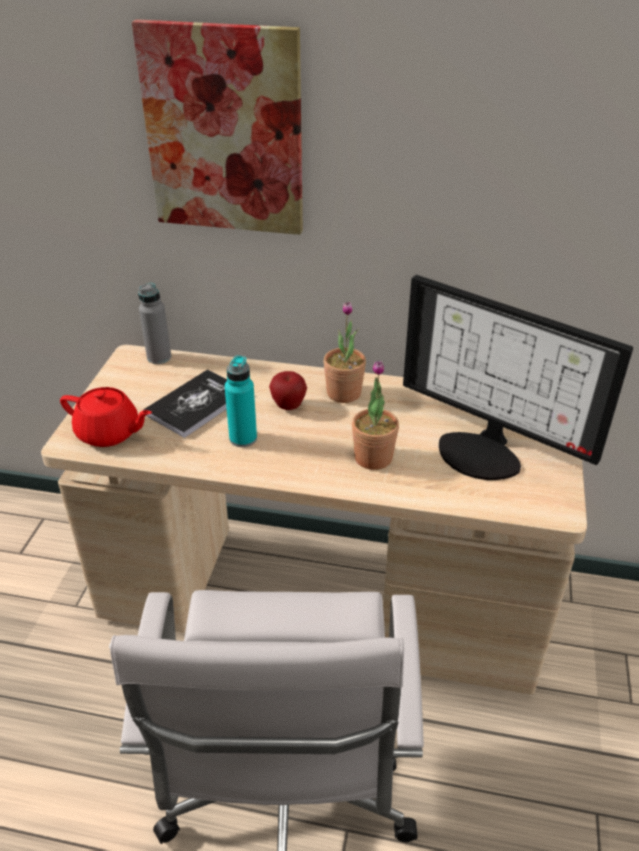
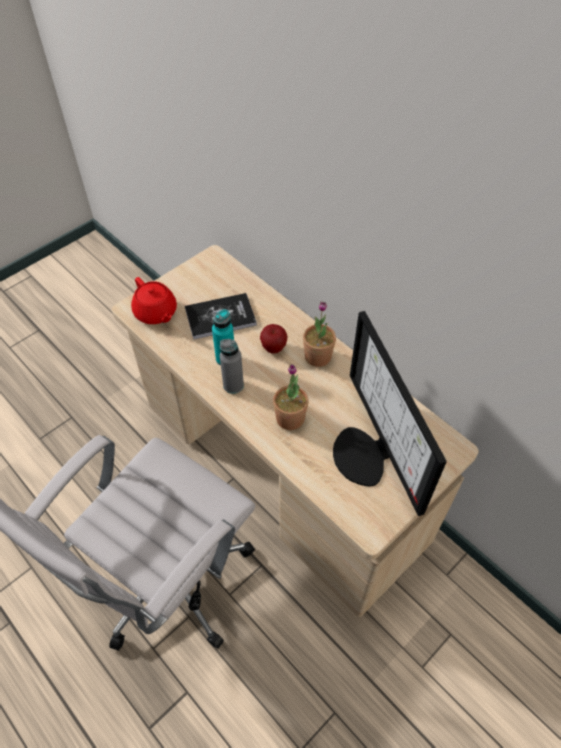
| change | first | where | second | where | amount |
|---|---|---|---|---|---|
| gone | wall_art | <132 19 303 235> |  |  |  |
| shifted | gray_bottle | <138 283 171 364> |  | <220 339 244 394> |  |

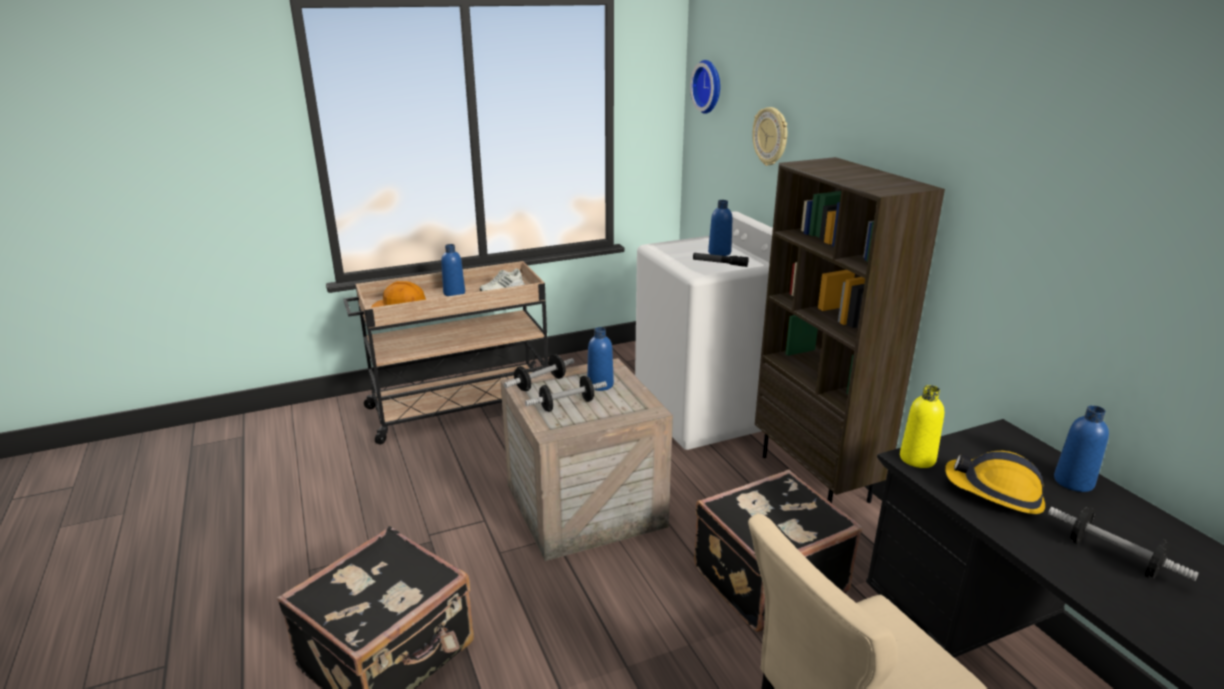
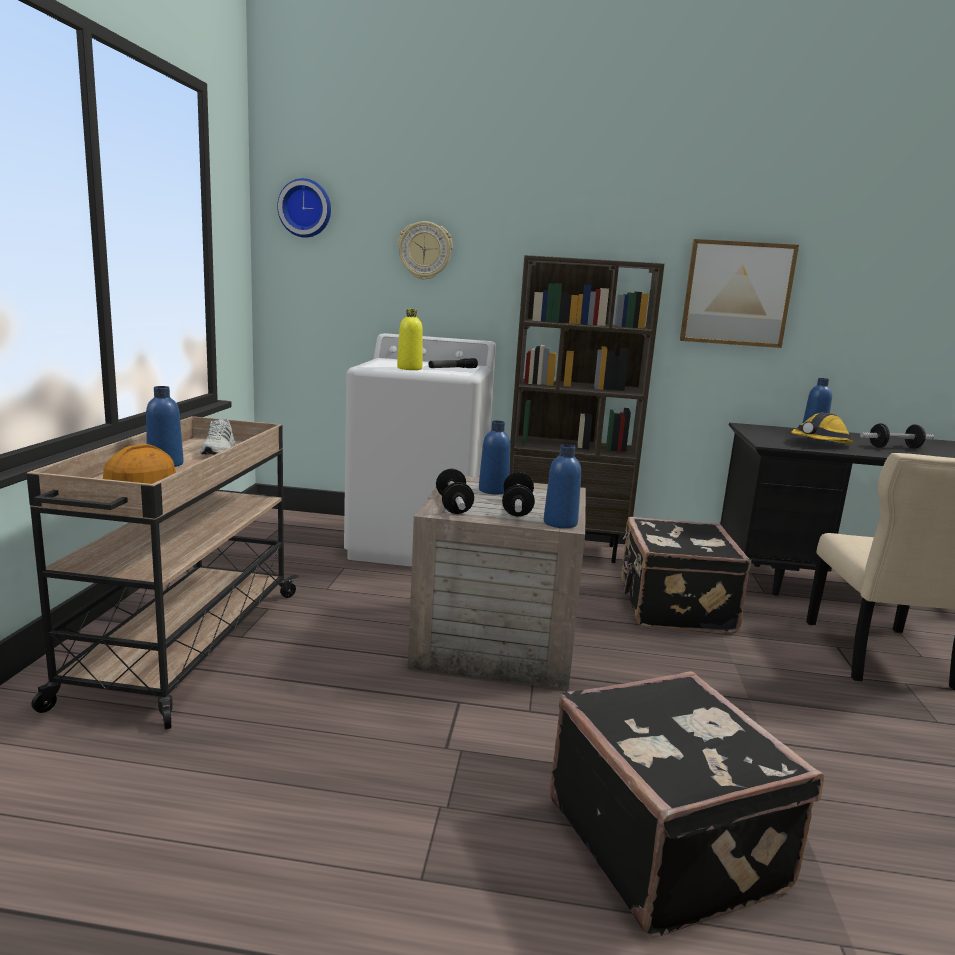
| change | first | where | second | where | amount |
|---|---|---|---|---|---|
| shifted | blue-coloured_bottle | <708 200 732 256> |  | <544 444 581 528> |  |
| shifted | yellowish_bottle | <900 385 944 468> |  | <397 309 423 370> |  |
| new |  |  | wall_art | <680 239 799 348> |  |

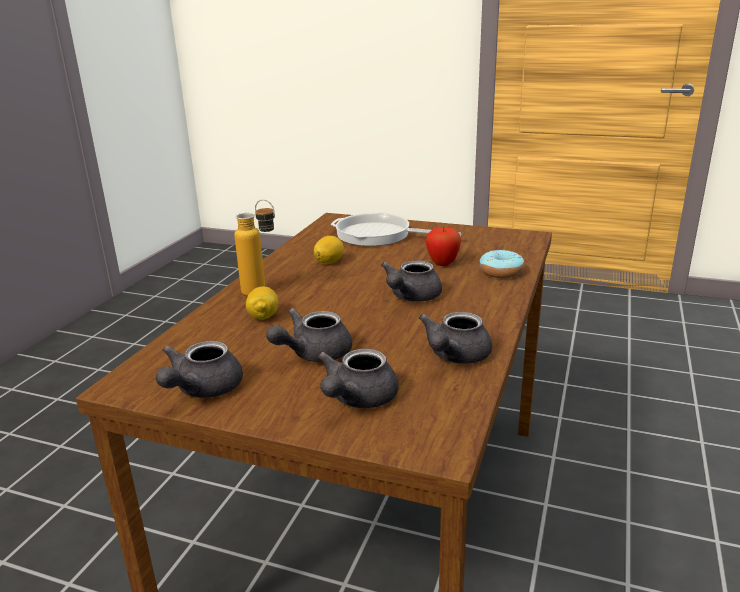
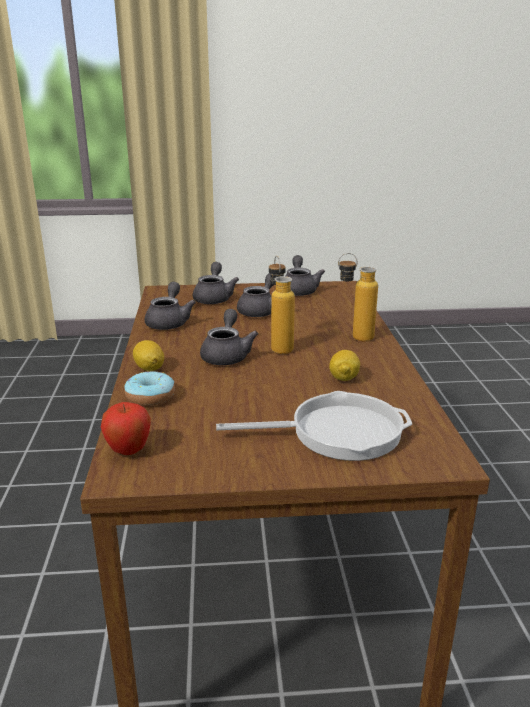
| change | first | where | second | where | amount |
|---|---|---|---|---|---|
| shifted | apple_fruit | <425 227 462 266> |  | <101 402 151 455> |  |
| shifted | lemon | <246 287 278 320> |  | <133 340 164 371> |  |
| new |  |  | bottle | <269 256 295 354> |  |

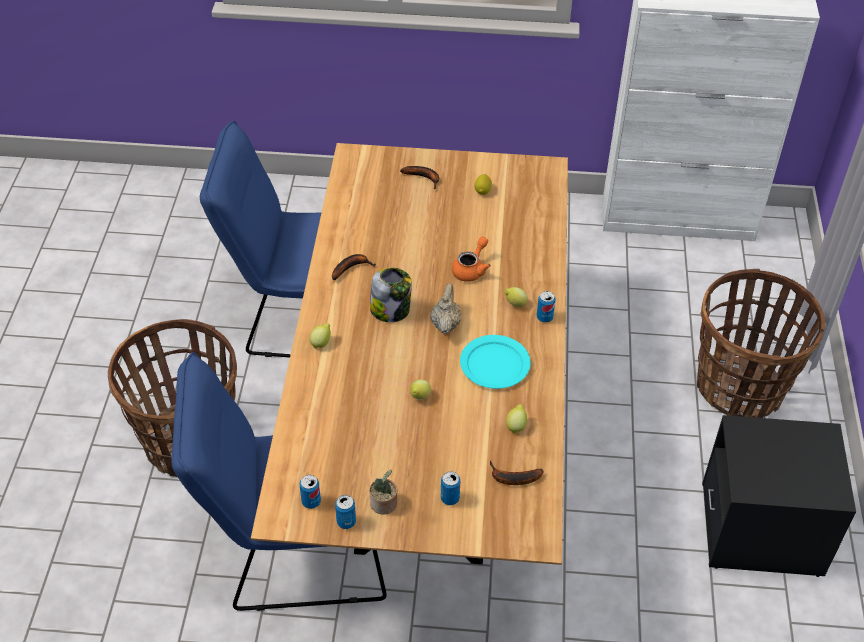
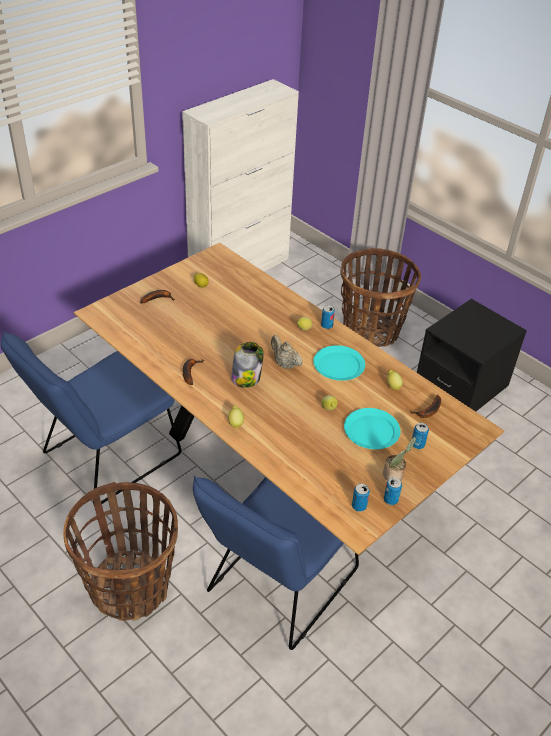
| change | first | where | second | where | amount |
|---|---|---|---|---|---|
| gone | orange-coloured_teapot | <452 237 491 282> |  |  |  |
| new |  |  | blue-green_plate | <344 408 401 449> |  |

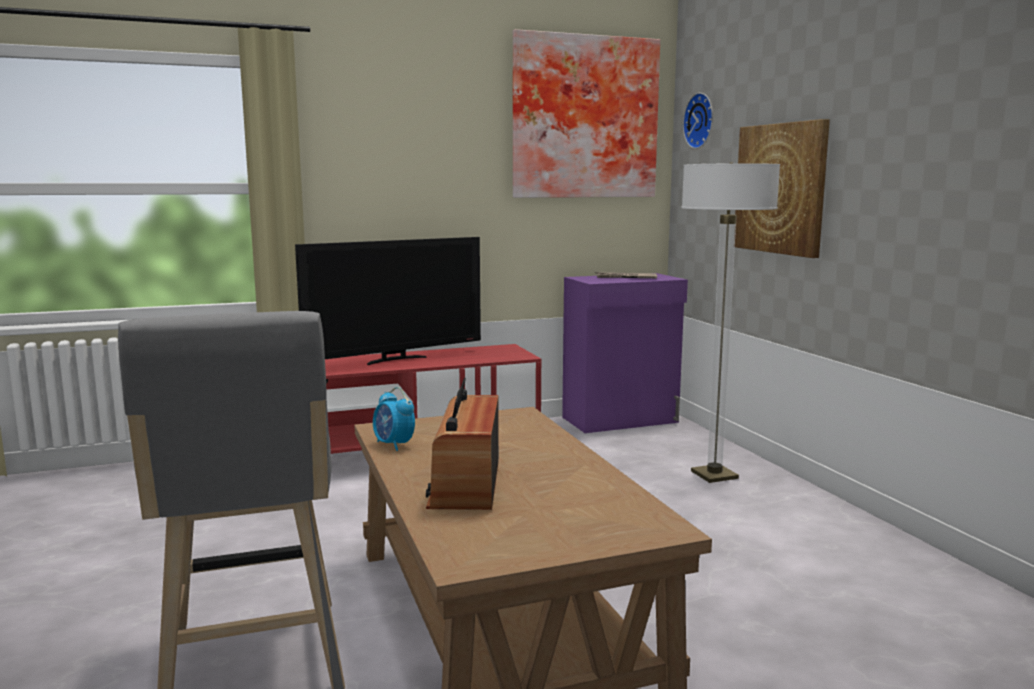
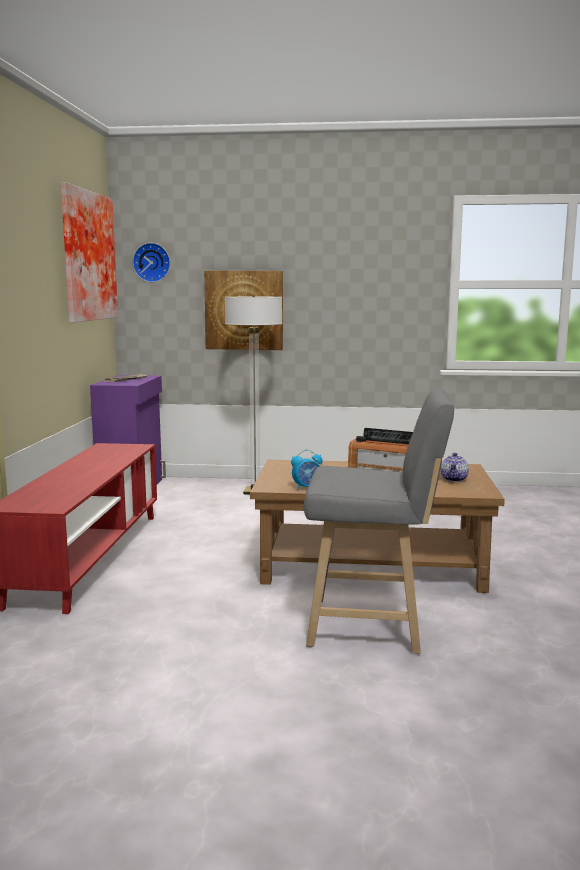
| change | first | where | second | where | amount |
|---|---|---|---|---|---|
| gone | TV_set | <295 237 481 365> |  |  |  |
| new |  |  | teapot | <440 453 469 482> |  |

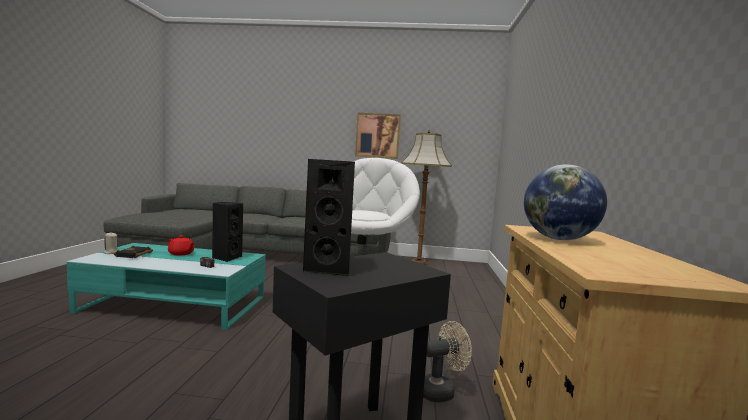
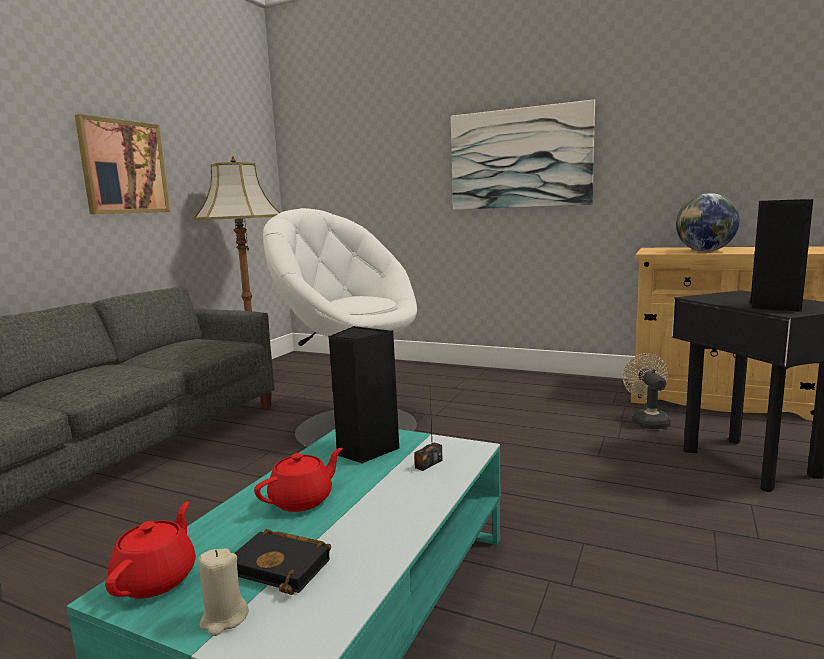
| change | first | where | second | where | amount |
|---|---|---|---|---|---|
| new |  |  | wall_art | <451 100 595 210> |  |
| new |  |  | red_teapot | <105 502 196 598> |  |

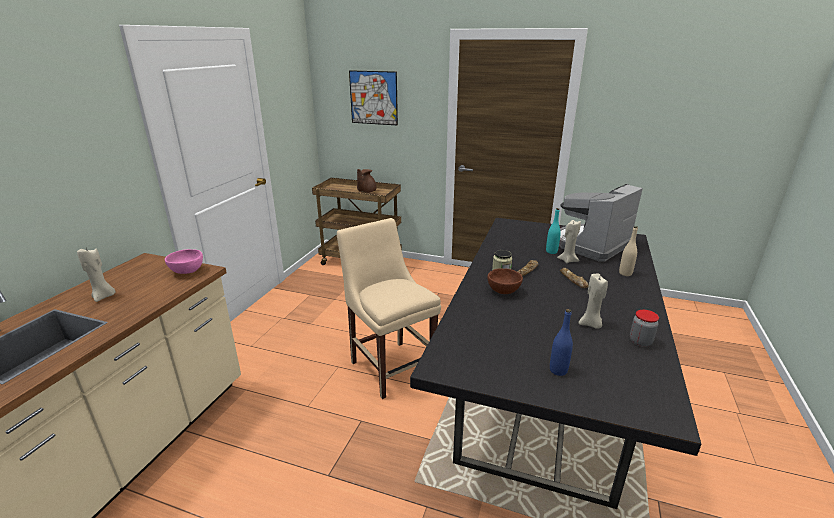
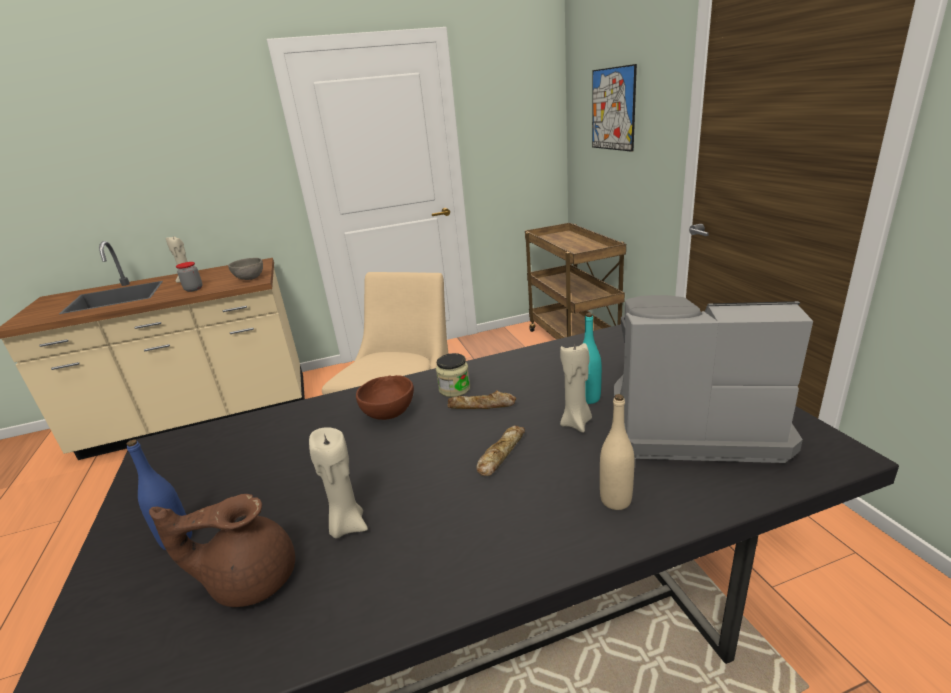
| change | first | where | second | where | amount |
|---|---|---|---|---|---|
| shifted | brown-coloured_teapot | <357 169 376 193> |  | <149 494 295 607> |  |
| repainted | pink-coloured_bowl | <165 249 203 274> | gray_bowl | <228 258 263 280> |  |
| shifted | storage_jar | <630 310 659 347> |  | <176 262 202 292> |  |

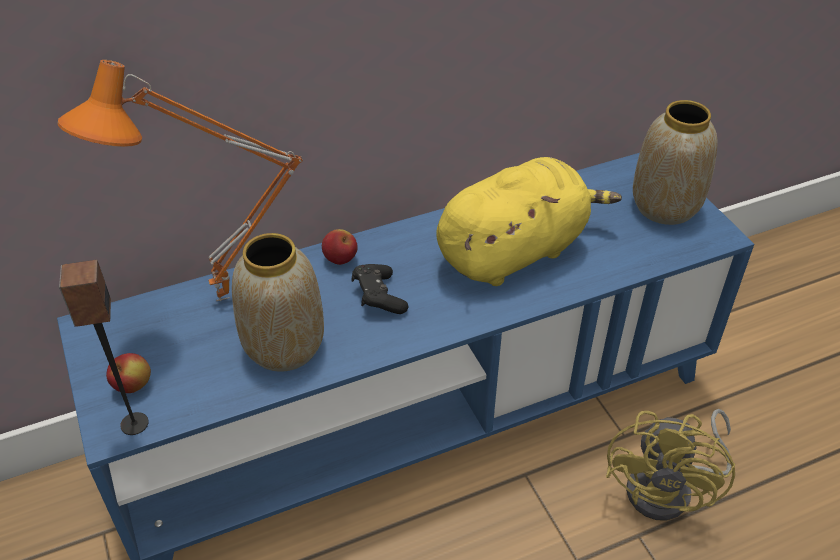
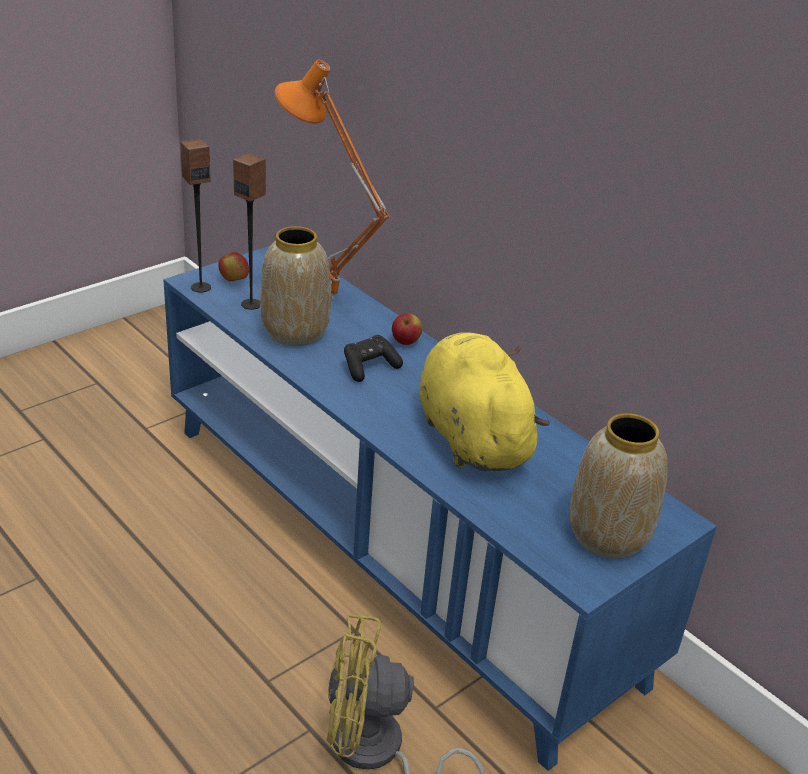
| change | first | where | second | where | amount |
|---|---|---|---|---|---|
| rotated | yellowish_soft_toy | <436 157 622 286> |  | <419 332 550 471> | 150 degrees counterclockwise |
| new |  |  | speaker | <233 153 266 310> |  |

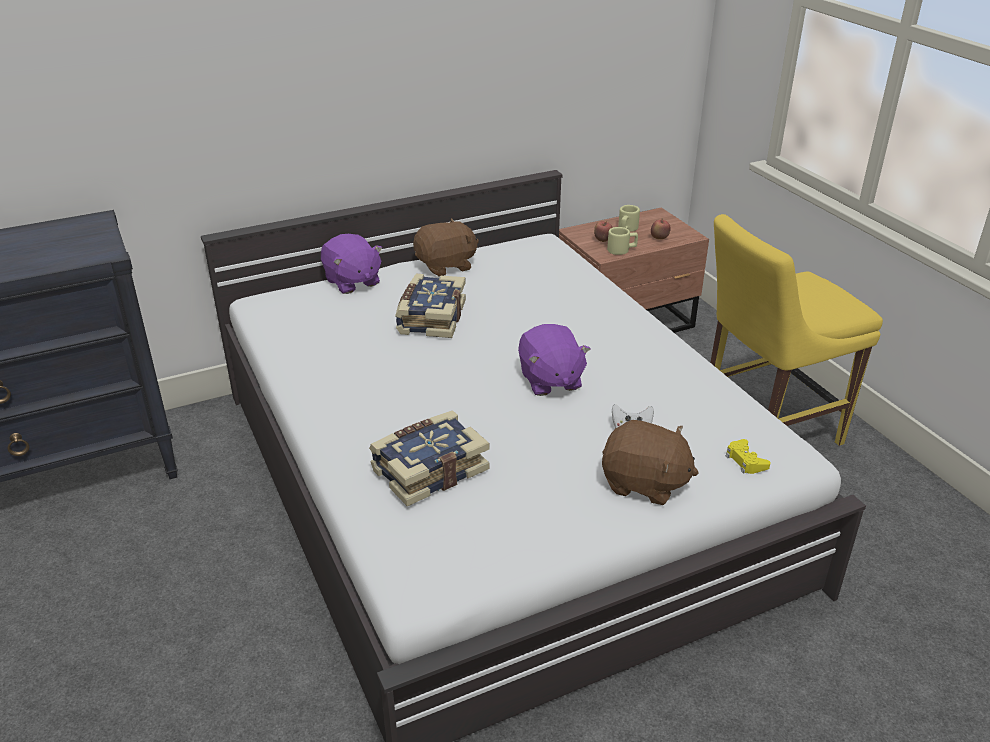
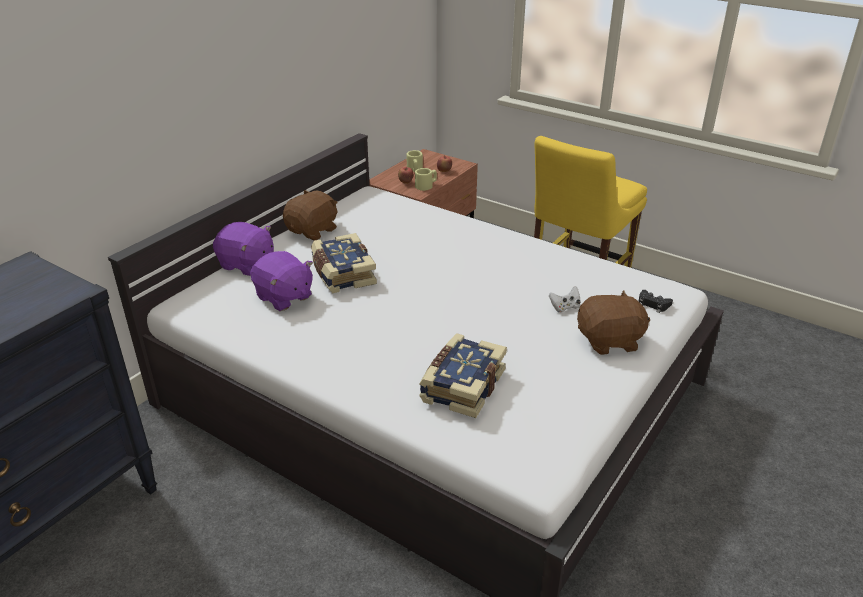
| change | first | where | second | where | amount |
|---|---|---|---|---|---|
| shifted | purple_soft_toy | <518 324 590 396> |  | <250 251 313 311> |  |
| repainted | yellowish_game_controller | <726 439 770 474> | blackish_game_controller | <638 290 673 313> |  |

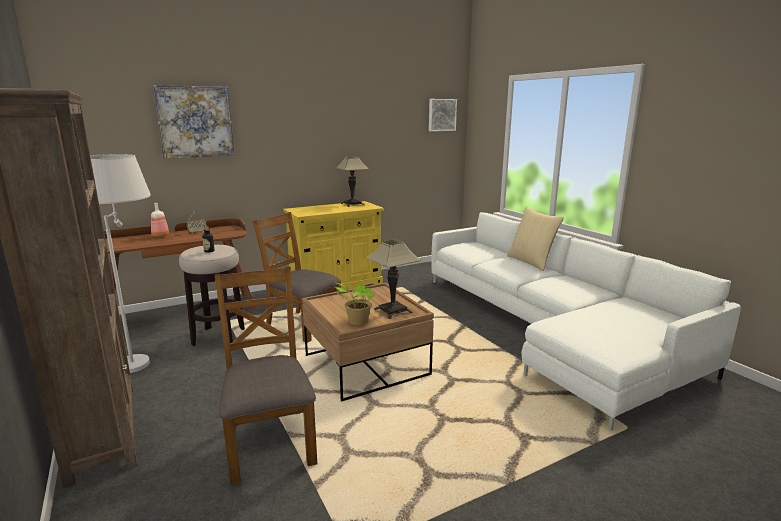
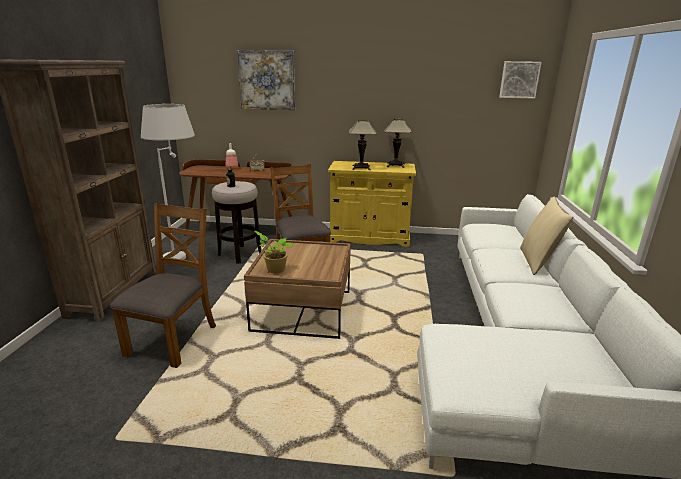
| change | first | where | second | where | amount |
|---|---|---|---|---|---|
| shifted | lamp_for_a_table | <366 239 421 319> |  | <349 120 376 170> |  |

